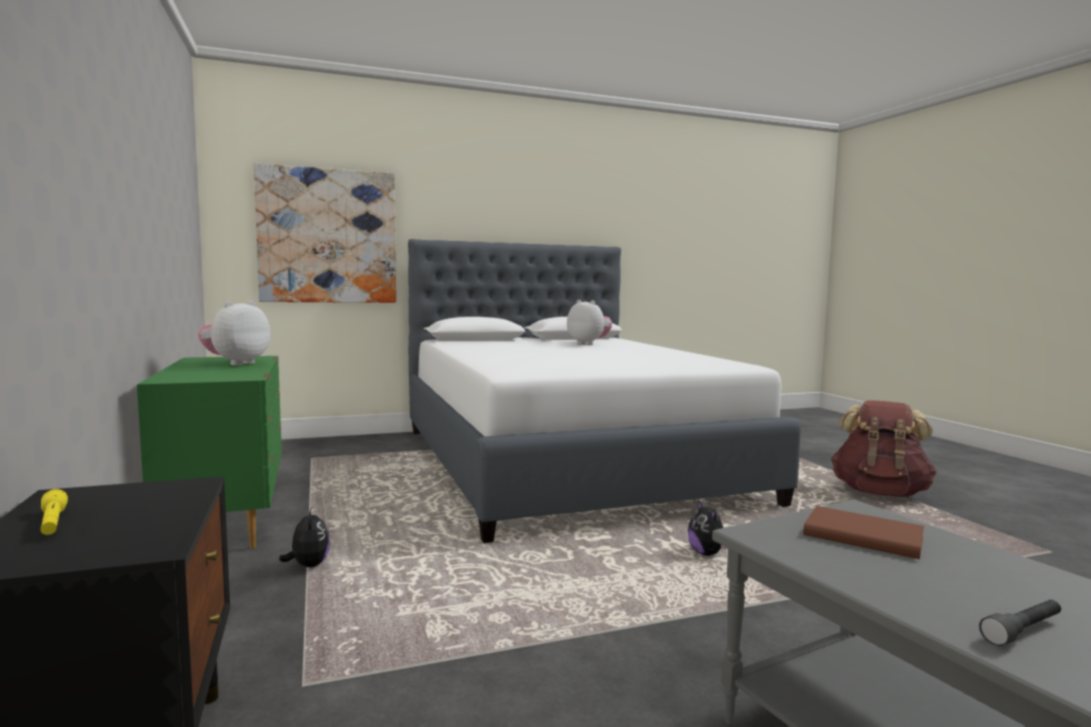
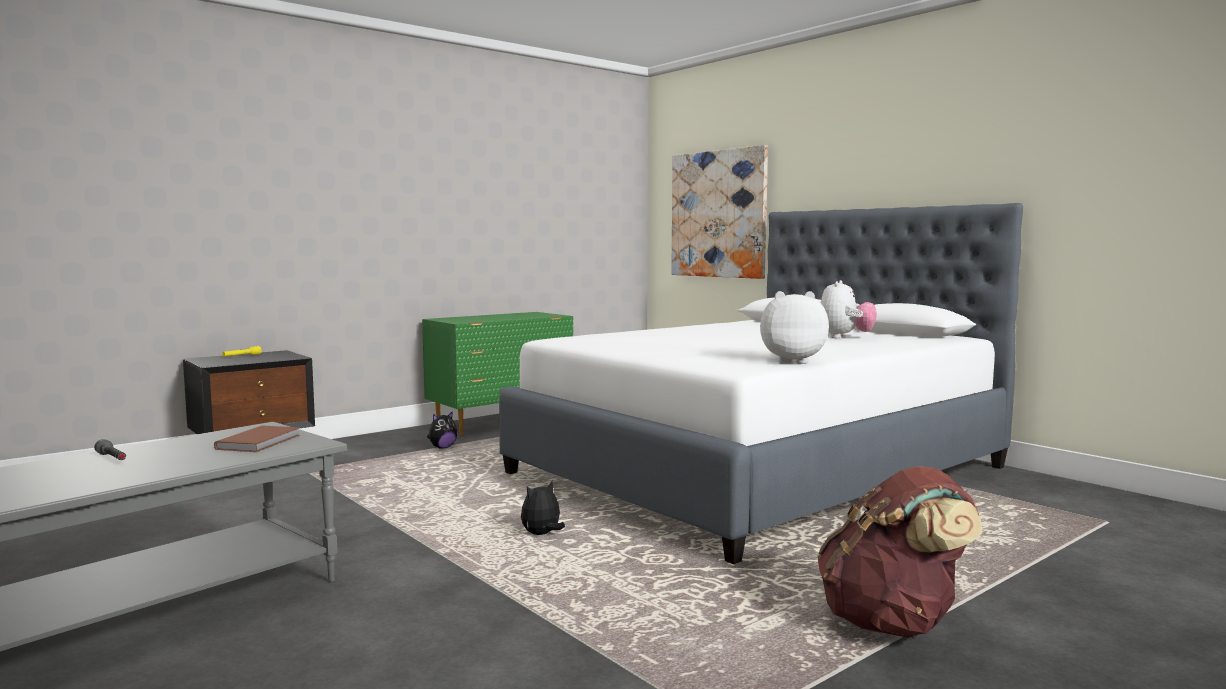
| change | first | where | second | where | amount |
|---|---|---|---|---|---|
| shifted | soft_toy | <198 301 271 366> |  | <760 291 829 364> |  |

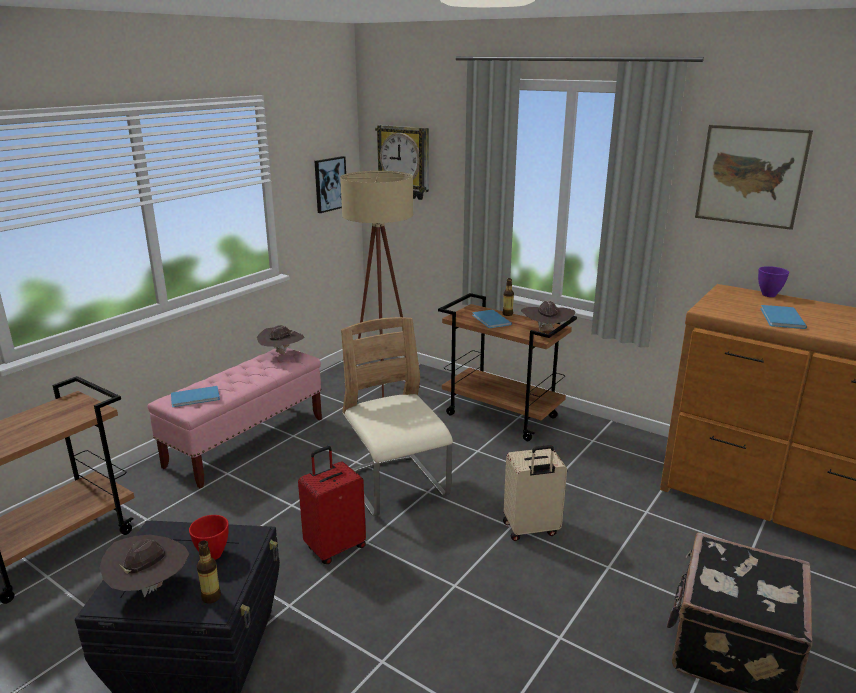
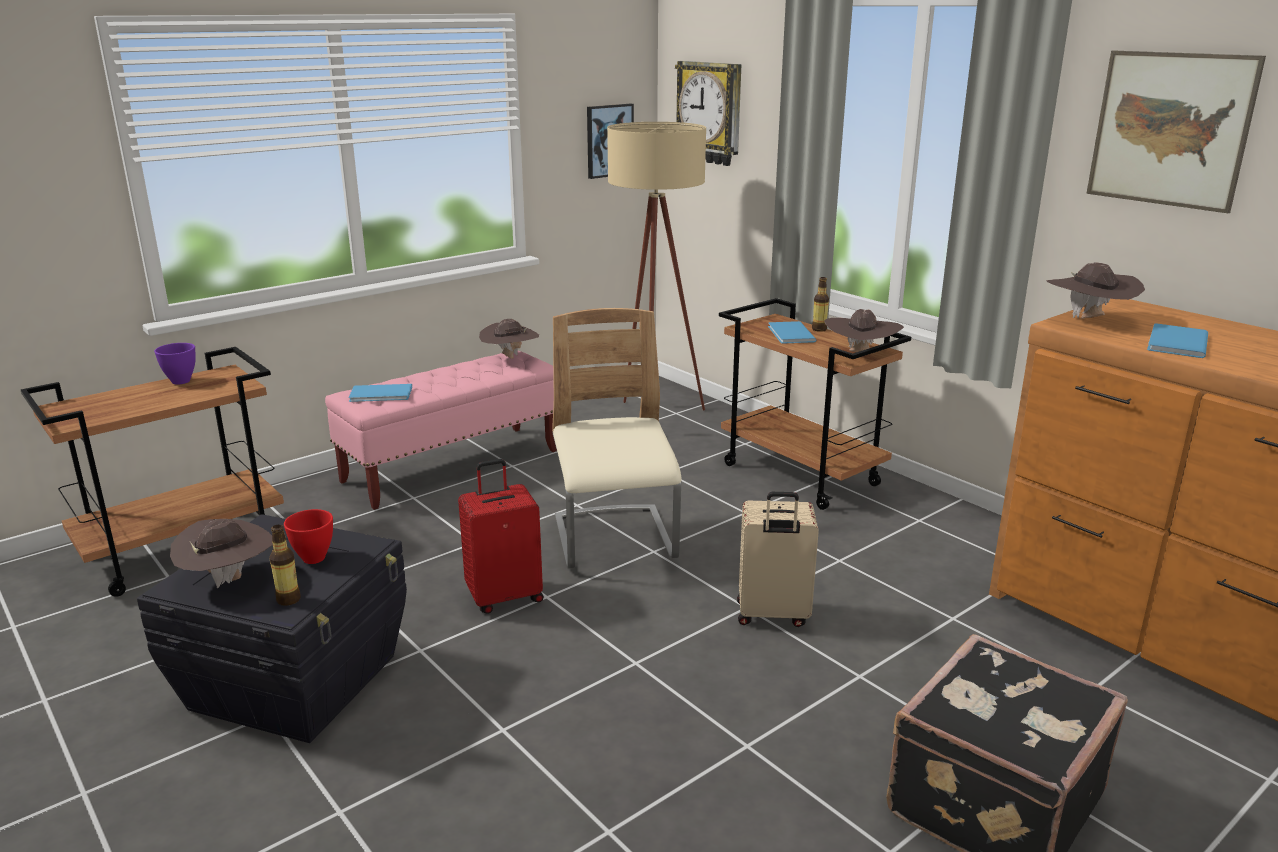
| change | first | where | second | where | amount |
|---|---|---|---|---|---|
| shifted | purple_bowl | <758 266 789 297> |  | <154 343 196 385> |  |
| new |  |  | brown-coloured_wearable_hat | <1046 262 1145 319> |  |

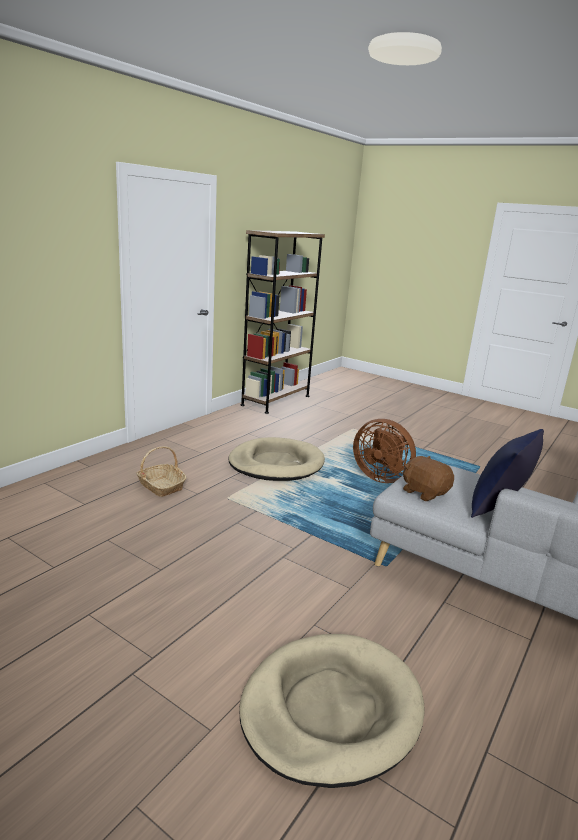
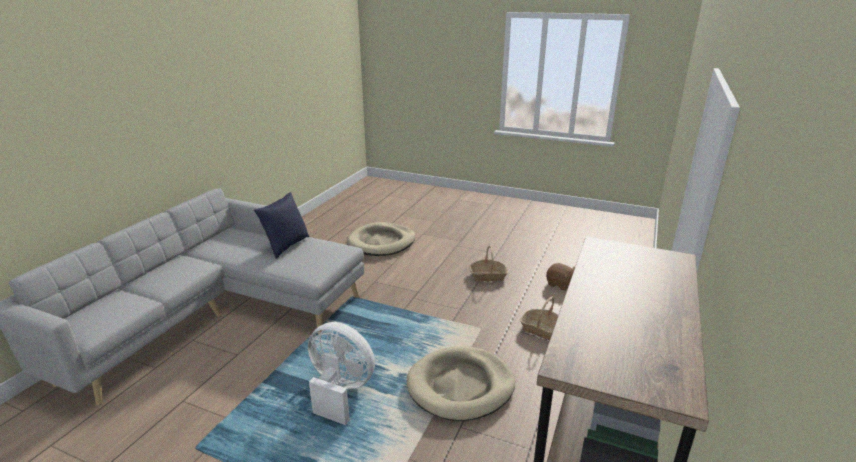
| change | first | where | second | where | amount |
|---|---|---|---|---|---|
| repainted | brown-coloured_electric_fan | <353 419 416 483> | white_electric_fan | <308 322 375 425> |  |
| shifted | brown-coloured_soft_toy | <403 456 454 501> |  | <546 263 575 291> |  |
| new |  |  | basket | <469 246 508 282> |  |

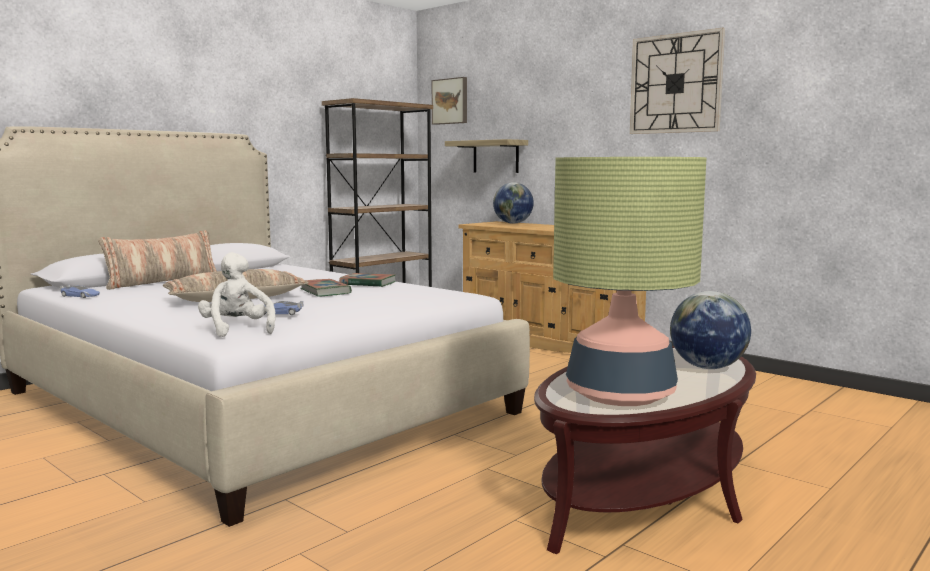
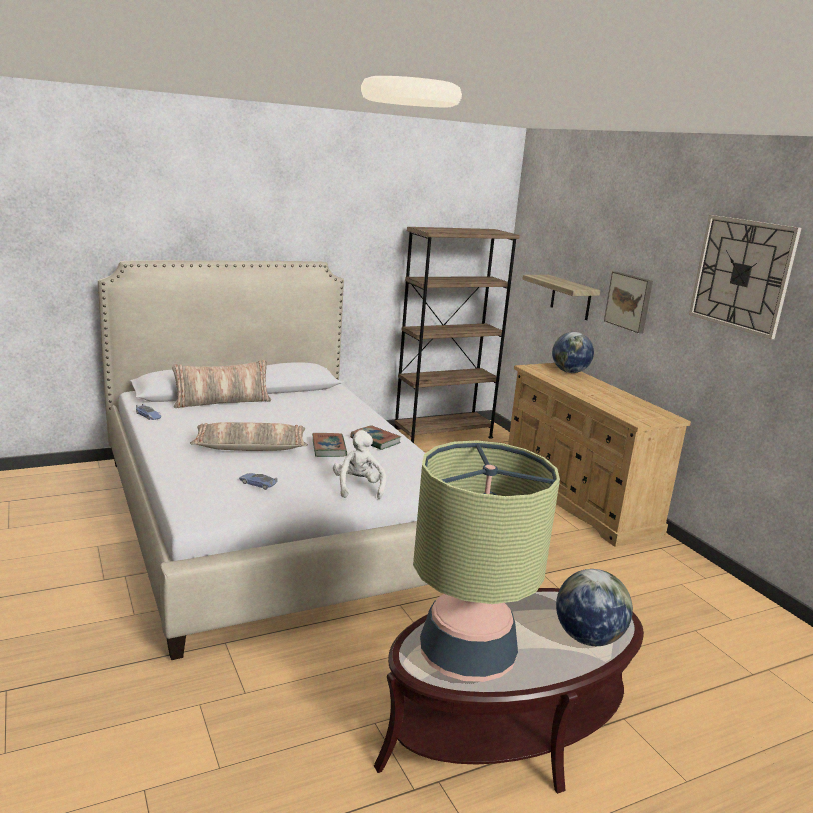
| change | first | where | second | where | amount |
|---|---|---|---|---|---|
| shifted | wall_art | <432 77 467 125> |  | <604 272 653 333> |  |
| shifted | white_soft_toy | <198 252 275 337> |  | <333 430 386 499> |  |

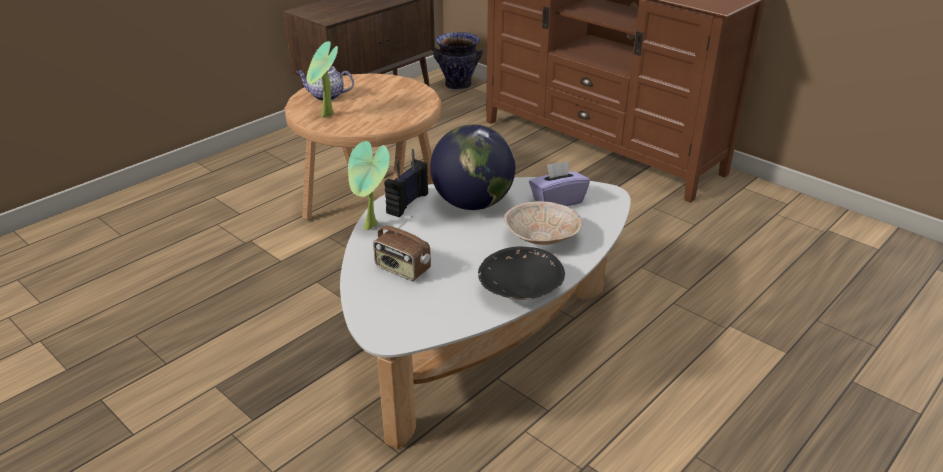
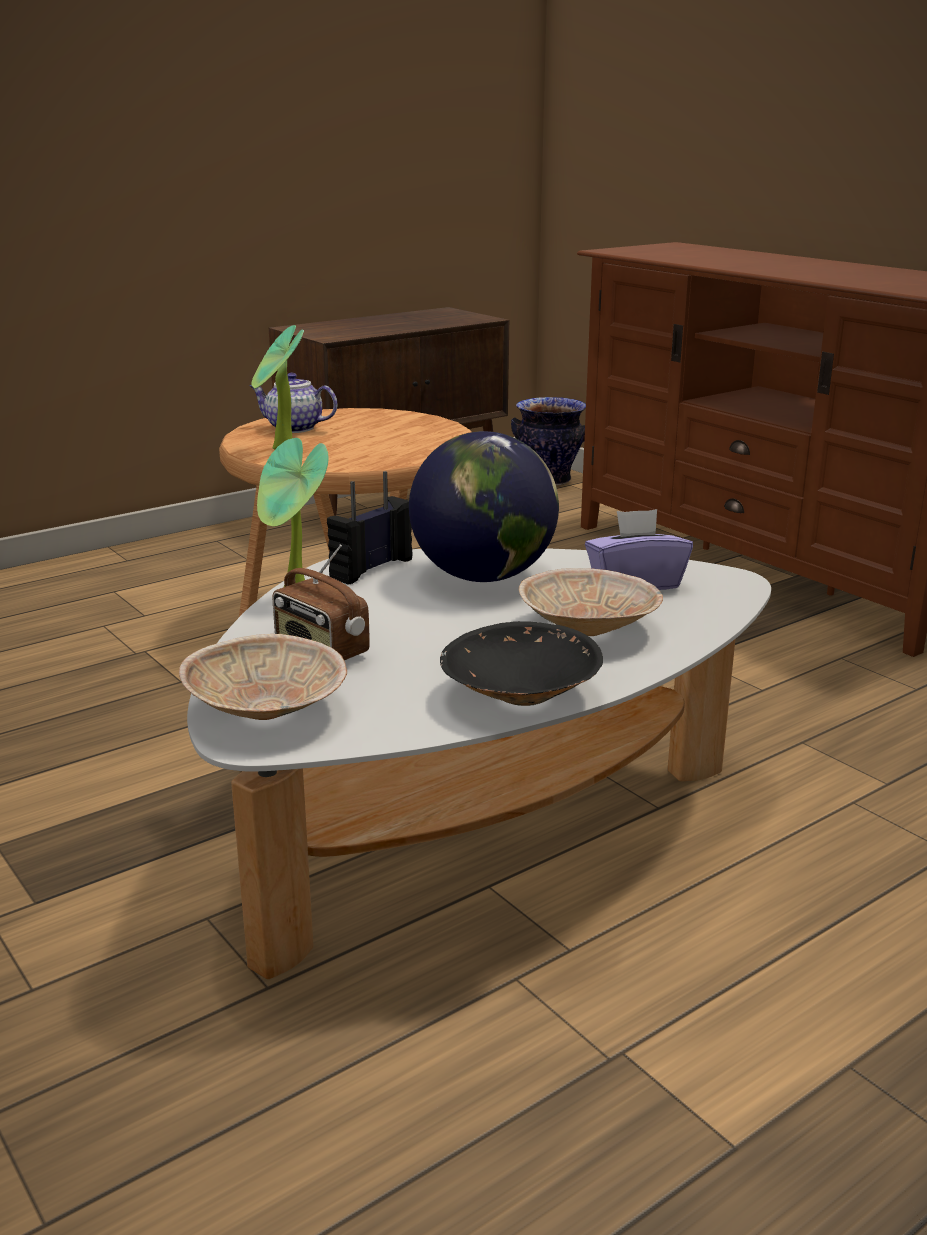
| change | first | where | second | where | amount |
|---|---|---|---|---|---|
| new |  |  | beige_bowl | <179 634 347 720> |  |

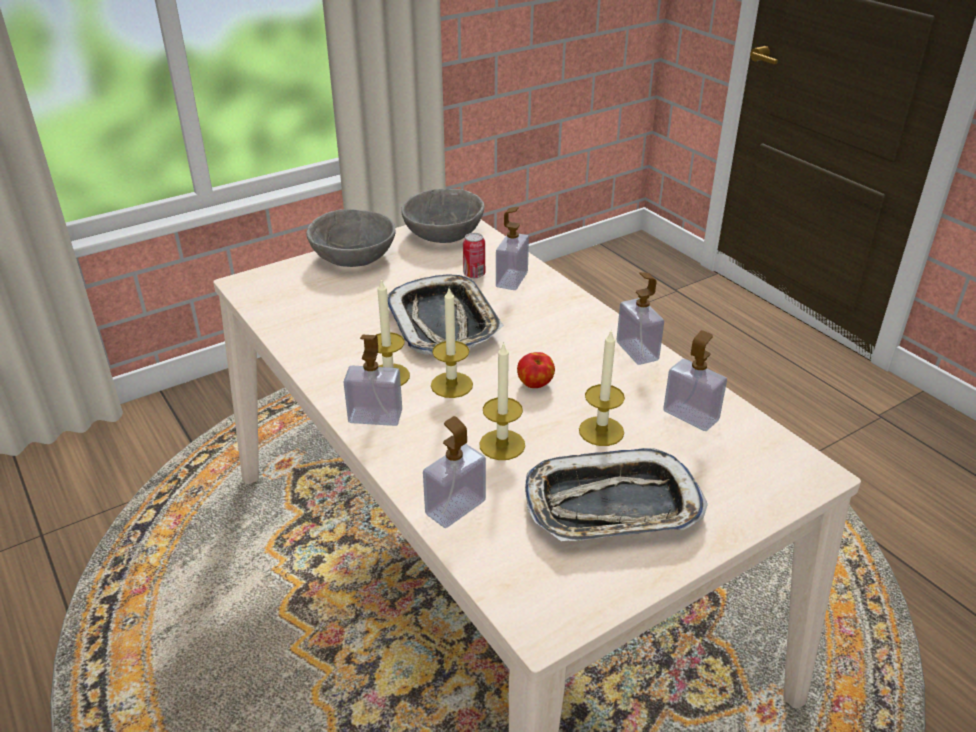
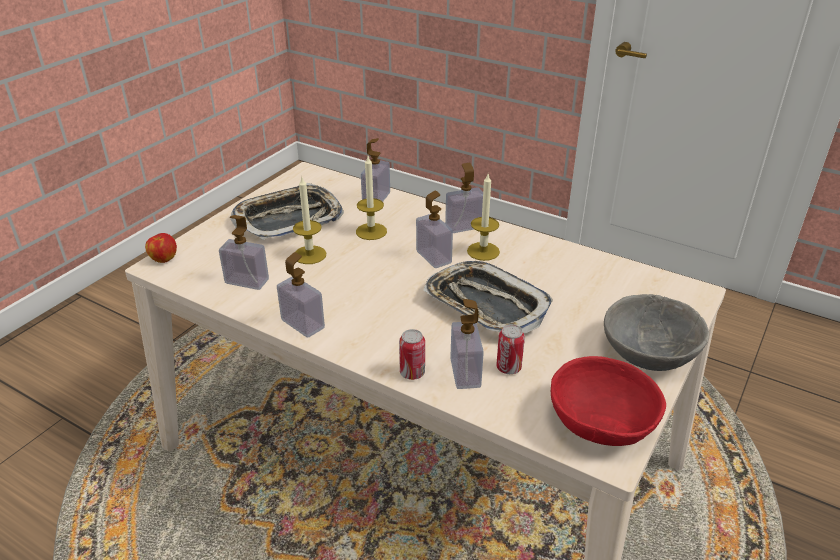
| change | first | where | second | where | amount |
|---|---|---|---|---|---|
| repainted | gray_bowl | <401 189 484 243> | red_bowl | <551 356 666 446> |  |
| swapped | wax_light | <431 288 473 398> | liquid_soap_bottle | <416 191 453 268> |  |
| shifted | apple_fruit | <517 352 555 388> |  | <145 233 177 263> |  |
| new |  |  | sealed_can | <399 329 425 380> |  |

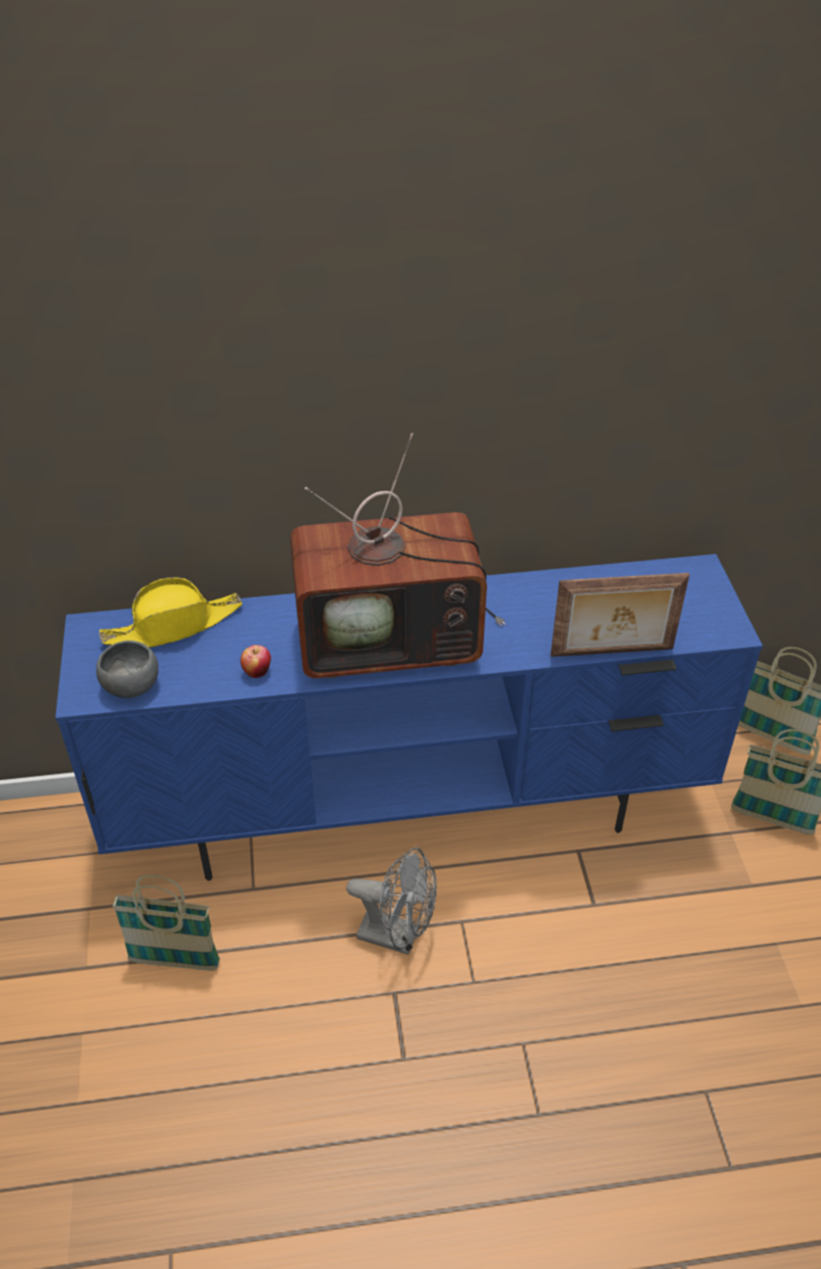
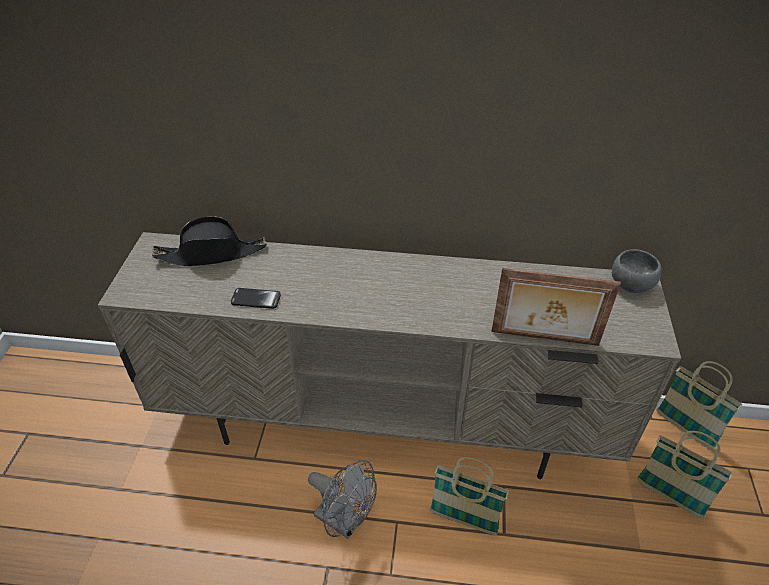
| change | first | where | second | where | amount |
|---|---|---|---|---|---|
| gone | TV_set | <290 433 506 678> |  |  |  |
| repainted | blue-coloured_media_console | <55 554 763 881> | beige_media_console | <98 232 681 479> |  |
| repainted | yellowish_wearable_hat | <99 577 243 648> | blackish_wearable_hat | <152 216 267 266> |  |
| shifted | gray_bowl | <96 641 158 698> |  | <612 249 661 293> |  |
| swapped | apple_fruit | <240 645 271 678> | telephone | <231 288 281 309> |  |
| shifted | basket | <112 875 220 971> |  | <430 457 509 535> |  |

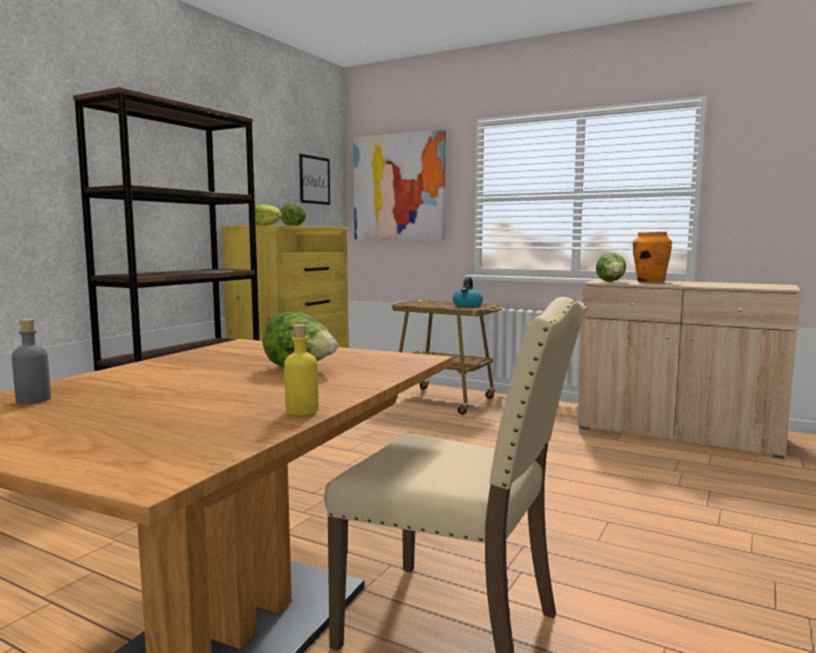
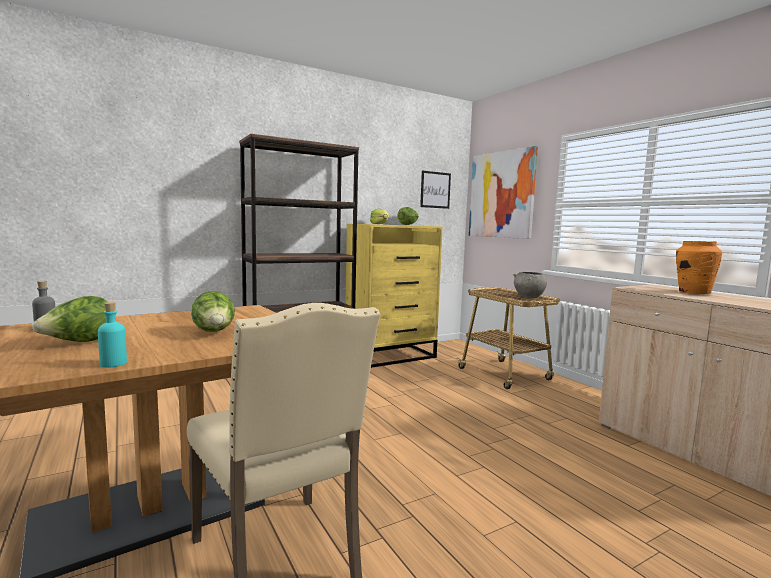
| change | first | where | second | where | amount |
|---|---|---|---|---|---|
| shifted | head_of_lettuce | <596 253 626 282> |  | <32 296 108 342> |  |
| swapped | tea_kettle | <453 277 483 307> | gray_bowl | <513 272 547 298> |  |
| repainted | yellowish_bottle | <284 324 319 416> | blue-green_bottle | <98 302 127 368> |  |

